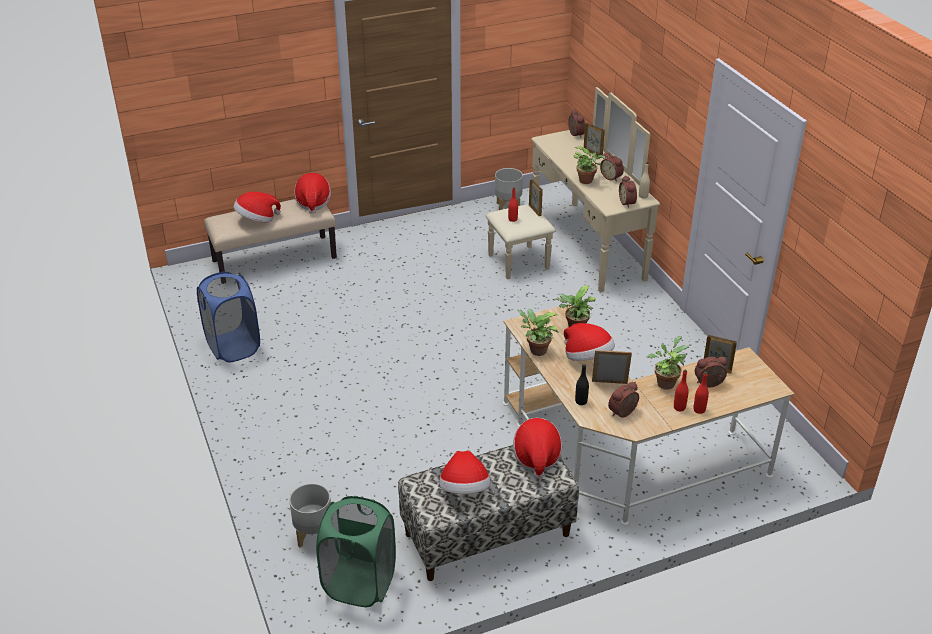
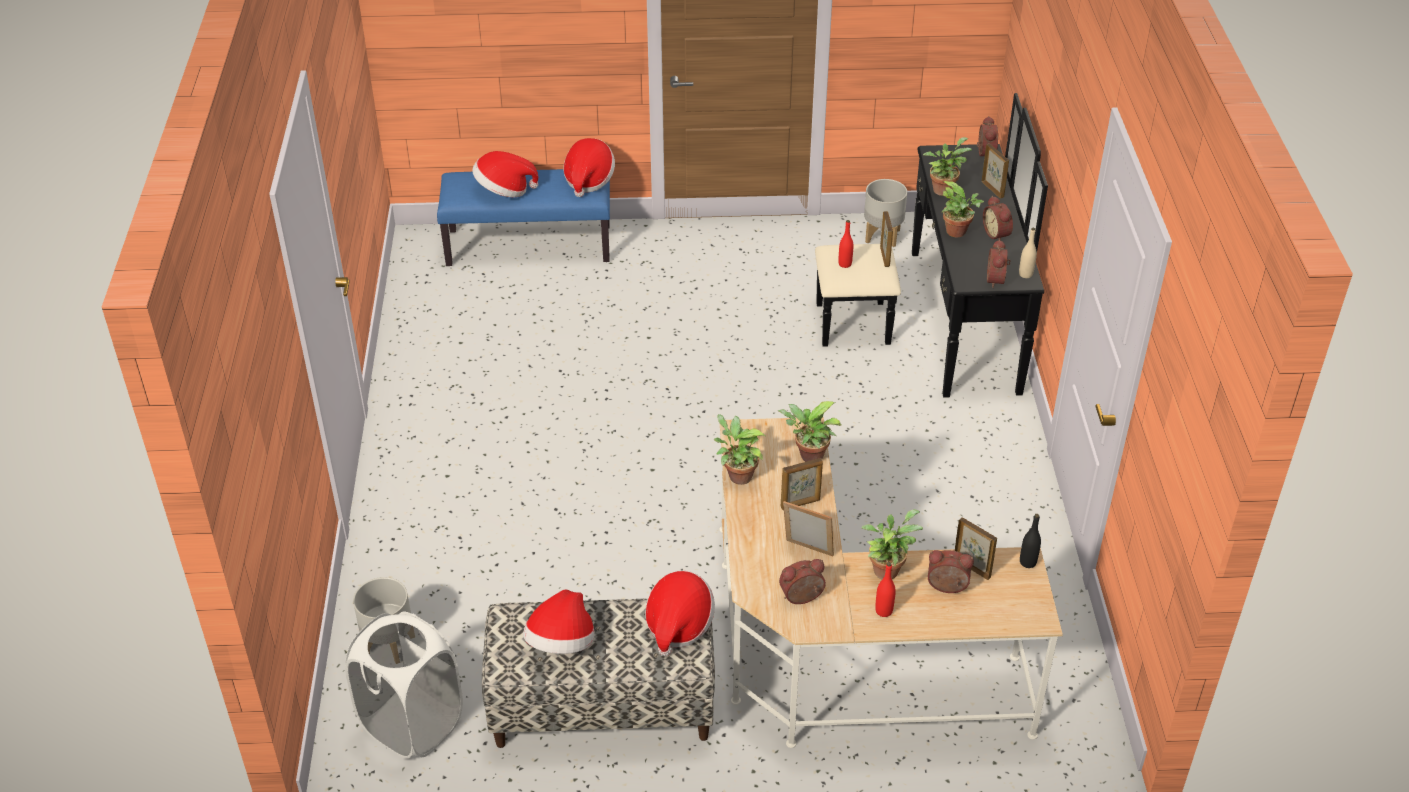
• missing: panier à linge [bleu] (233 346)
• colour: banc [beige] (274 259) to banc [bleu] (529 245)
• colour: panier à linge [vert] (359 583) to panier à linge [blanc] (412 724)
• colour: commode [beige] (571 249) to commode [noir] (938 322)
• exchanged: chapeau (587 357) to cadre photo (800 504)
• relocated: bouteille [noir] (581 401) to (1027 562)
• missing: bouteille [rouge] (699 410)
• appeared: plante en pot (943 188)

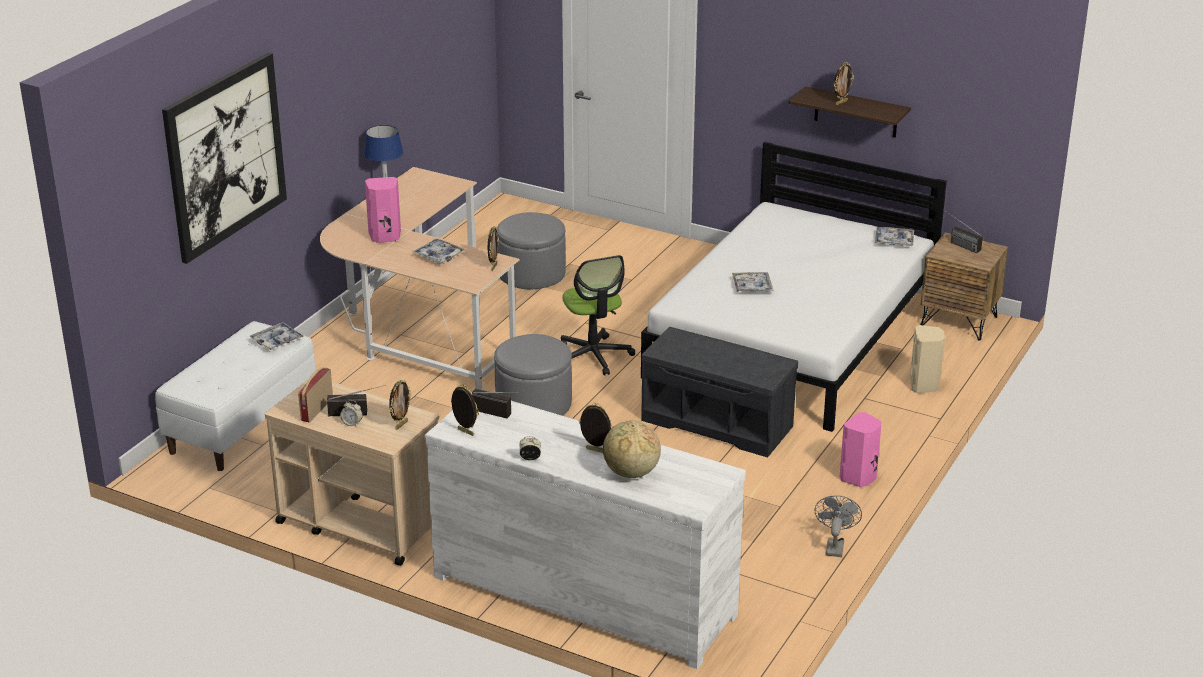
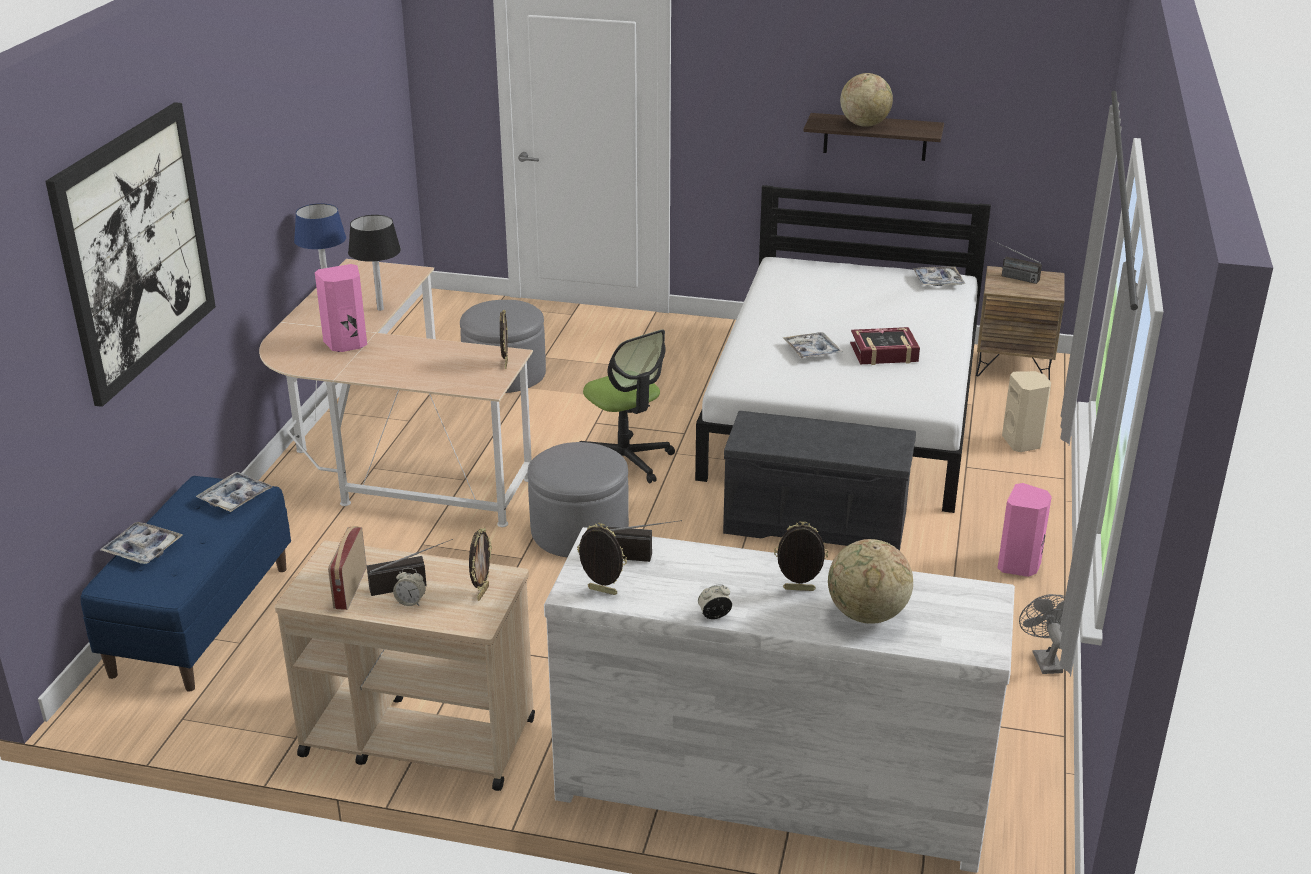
• colour: banc [blanc] (242 425) to banc [bleu] (201 619)
• relocated: plateau (439 256) to (143 549)
• exchanged: cadre photo (841 102) to globe (864 124)
• appeared: lampe de table [noir] (380 309)
• appeared: livre (884 353)

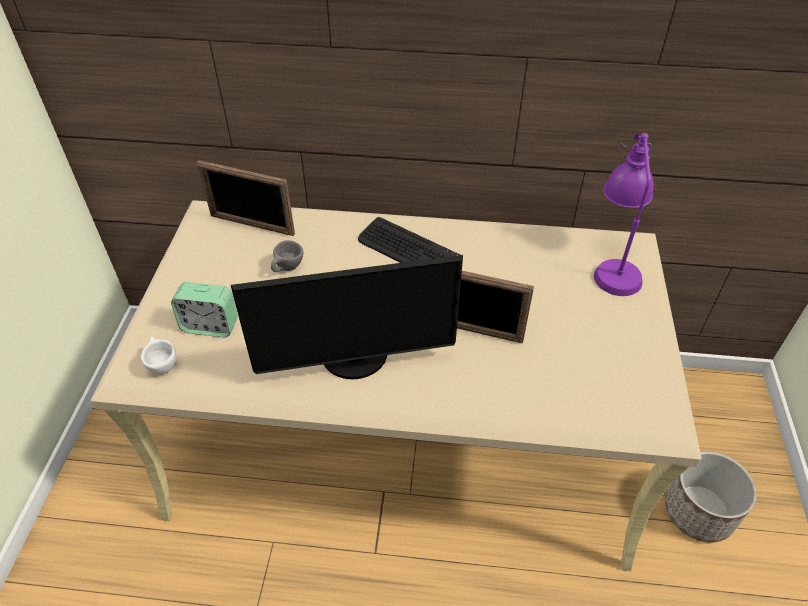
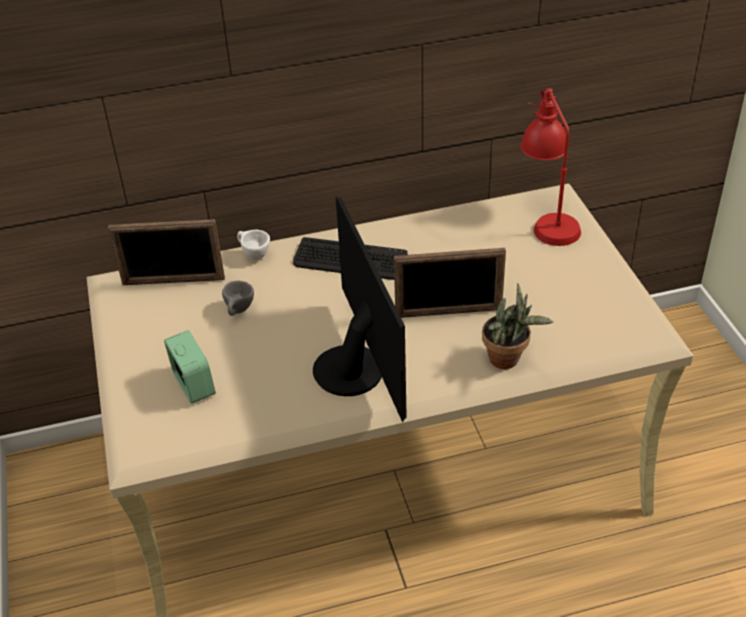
• relocated: tasse [blanc] (162 365) to (253 255)
• spun: réveil (210 326) = (193 385) 105 degrees counterclockwise
• spun: écran d'ordinateur (355 358) = (356 369) 75 degrees counterclockwise
• colour: lampe de table [violet] (613 264) to lampe de table [rouge] (546 219)
• missing: cache-pot (699 511)
• appeared: plante en pot (509 360)

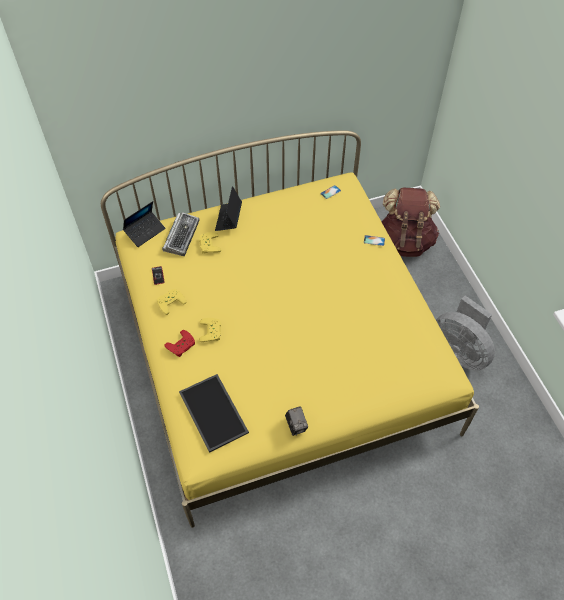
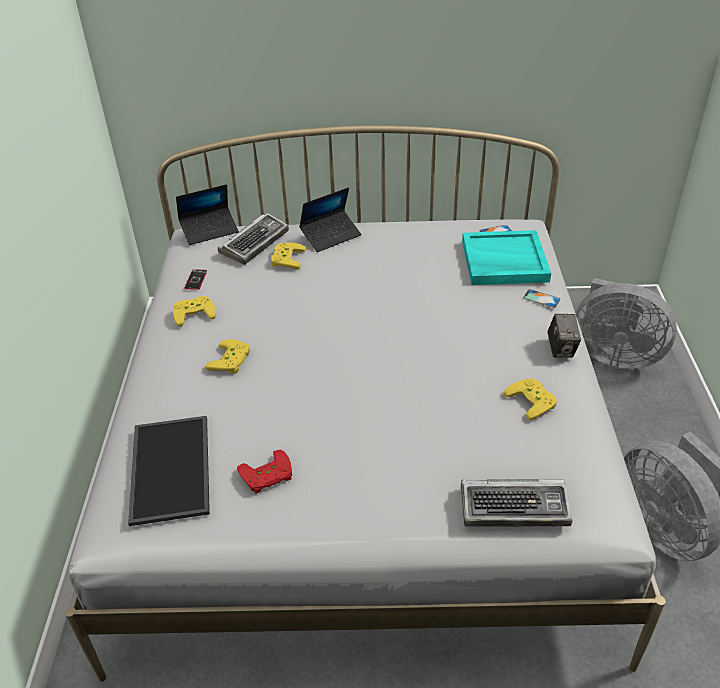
• colour: lit [jaune] (282 351) to lit [blanc] (364 457)
• relocated: manette [rouge] (182 346) to (267 476)
• spun: ordinateur portable (228 219) = (331 236) 150 degrees counterclockwise
• relocated: appareil photo (296 425) to (561 349)
• exchanged: sac à dos [marron] (405 241) to ventilateur [gris] (614 354)
• appeared: clavier (515 507)
• appeared: plateau [turquoise] (503 261)
• appeared: manette [jaune] (533 400)

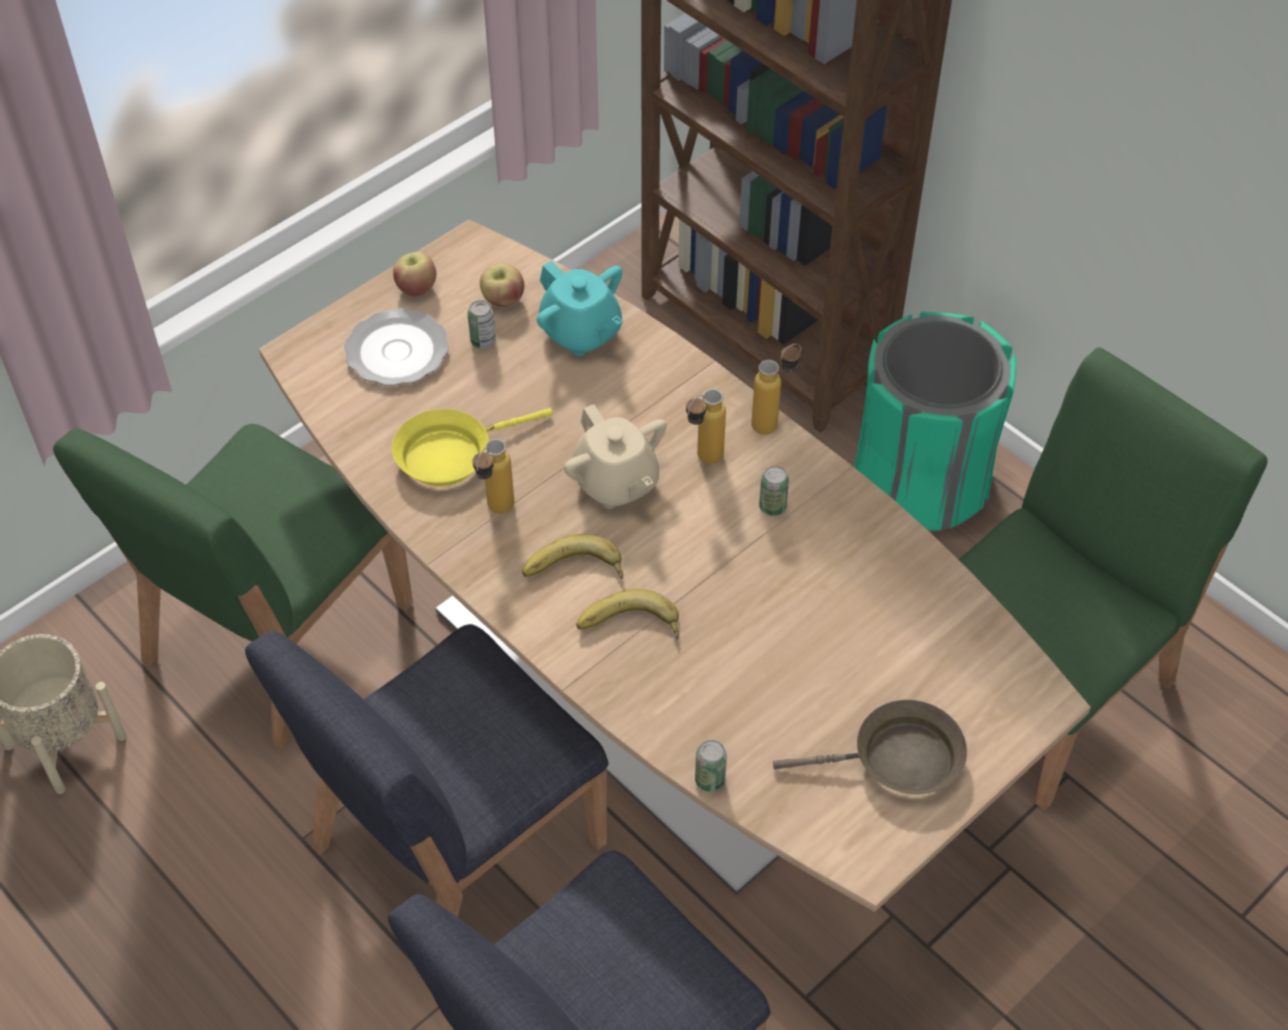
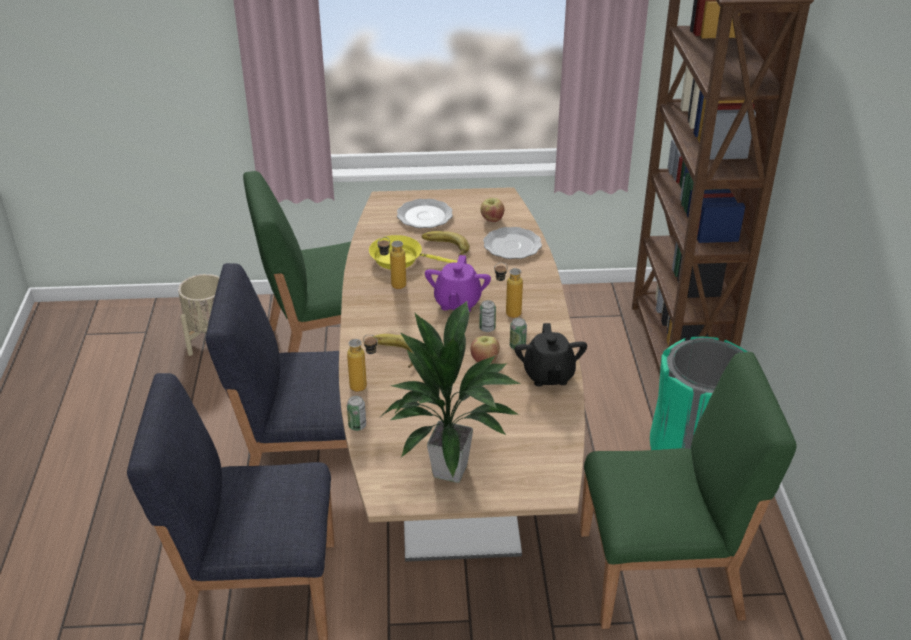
• relocated: pomme (416 288) to (484 359)
• relocated: boîte métallique (483 341) to (487 328)
• relocated: banane (574 572) to (444 247)
• exchanged: théière [turquoise] (581 333) to assiette (511 245)
• colour: théière [beige] (616 483) to théière [violet] (457 302)
• relocated: bouteille (773 421) to (365 388)
• exchanged: poêle [marron] (898 760) to plante en pot (451 469)
• appeared: théière [noir] (548 375)

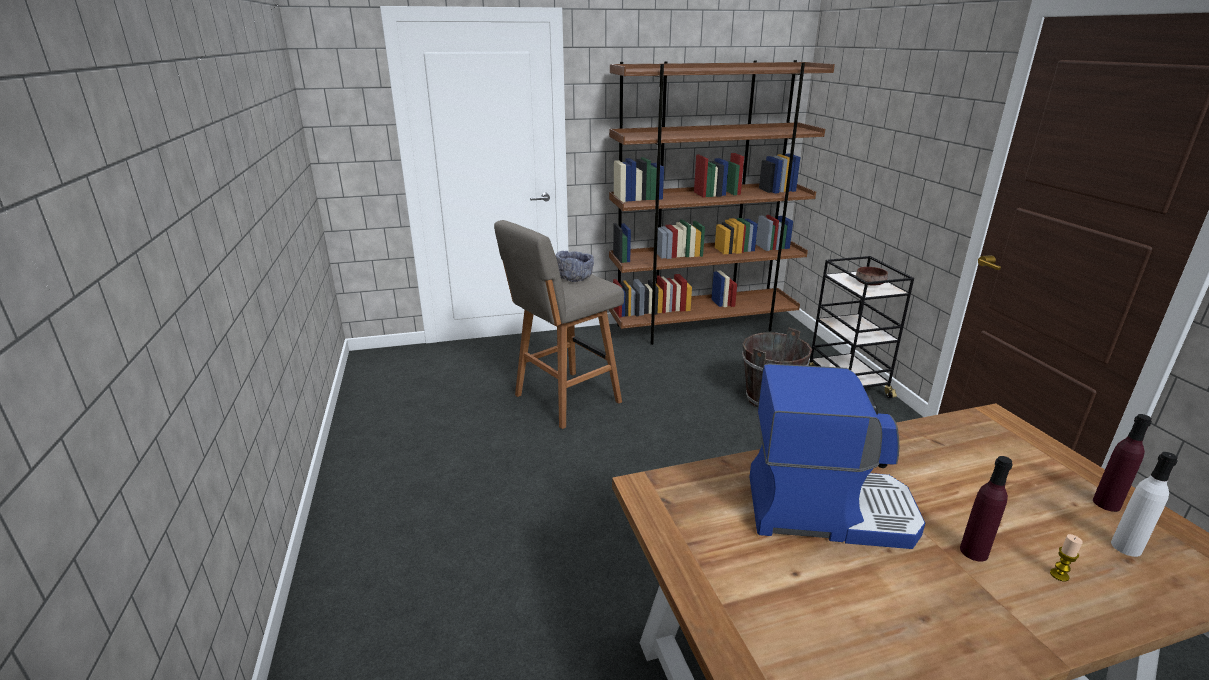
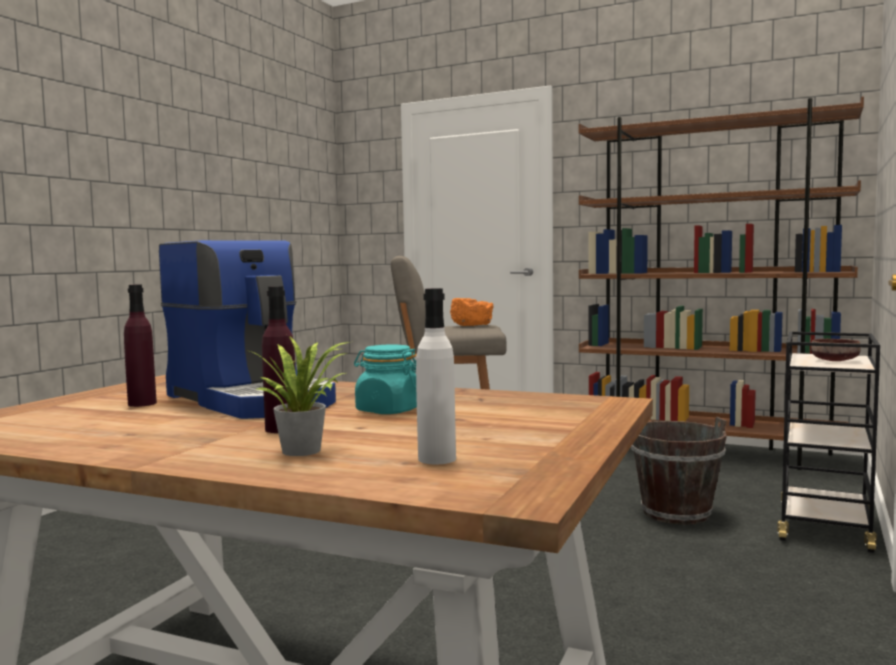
• colour: bol [gris] (574 277) to bol [orange] (471 325)
• exchanged: bougie (1059 575) to plante en pot (305 449)
• relocated: bouteille [violet] (1106 503) to (142 404)
• appeared: bocal [turquoise] (388 410)

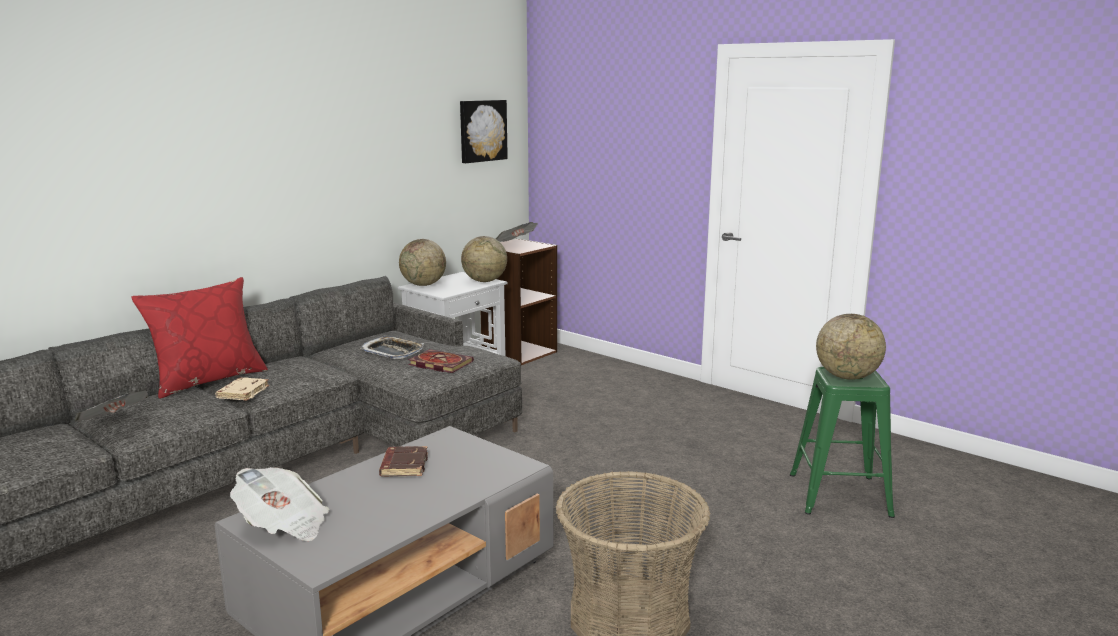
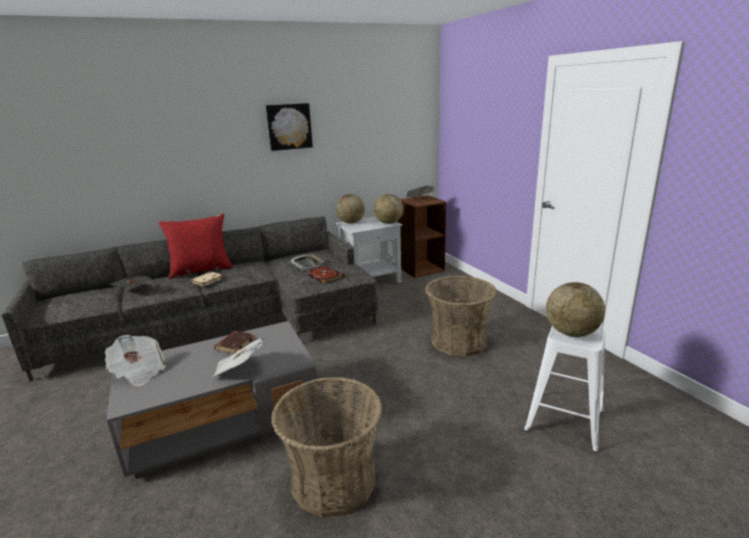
• relocated: tableau (482 130) to (289 126)
• colour: tabouret [vert] (840 494) to tabouret [blanc] (565 420)
• appeared: journal (239 369)
• appeared: panier (459 341)

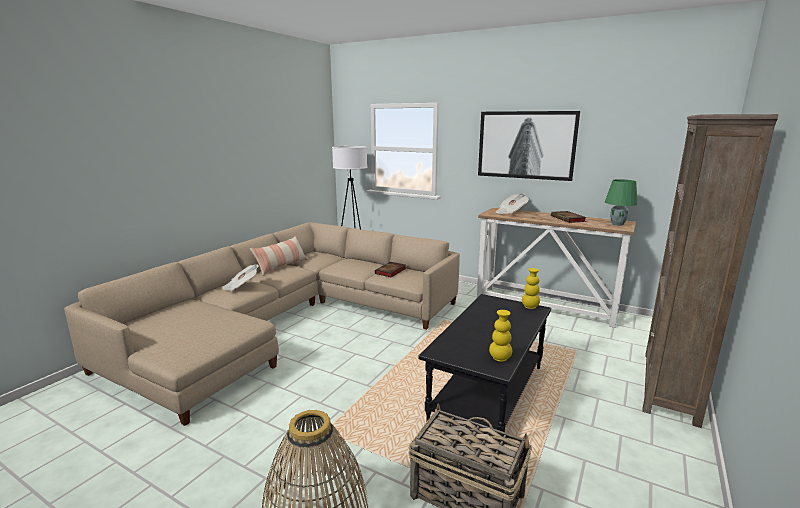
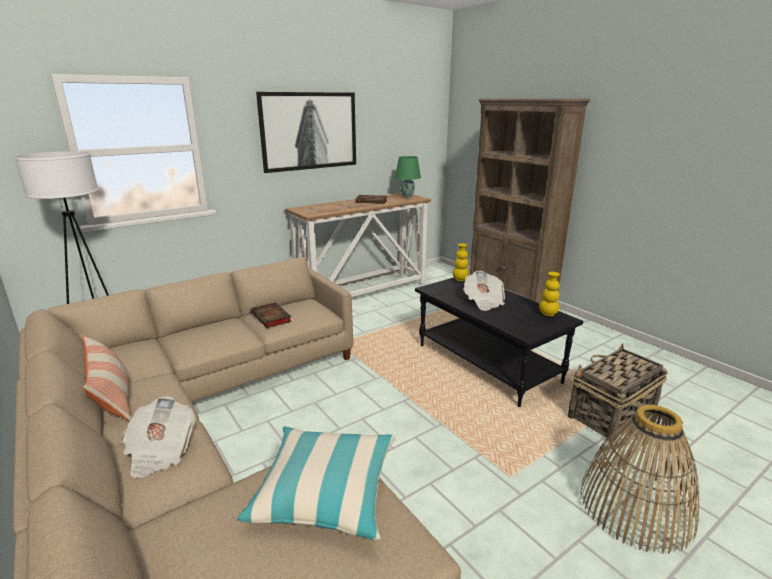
• relocated: journal (511 212) to (483 301)
• appeared: coussin (325 491)

